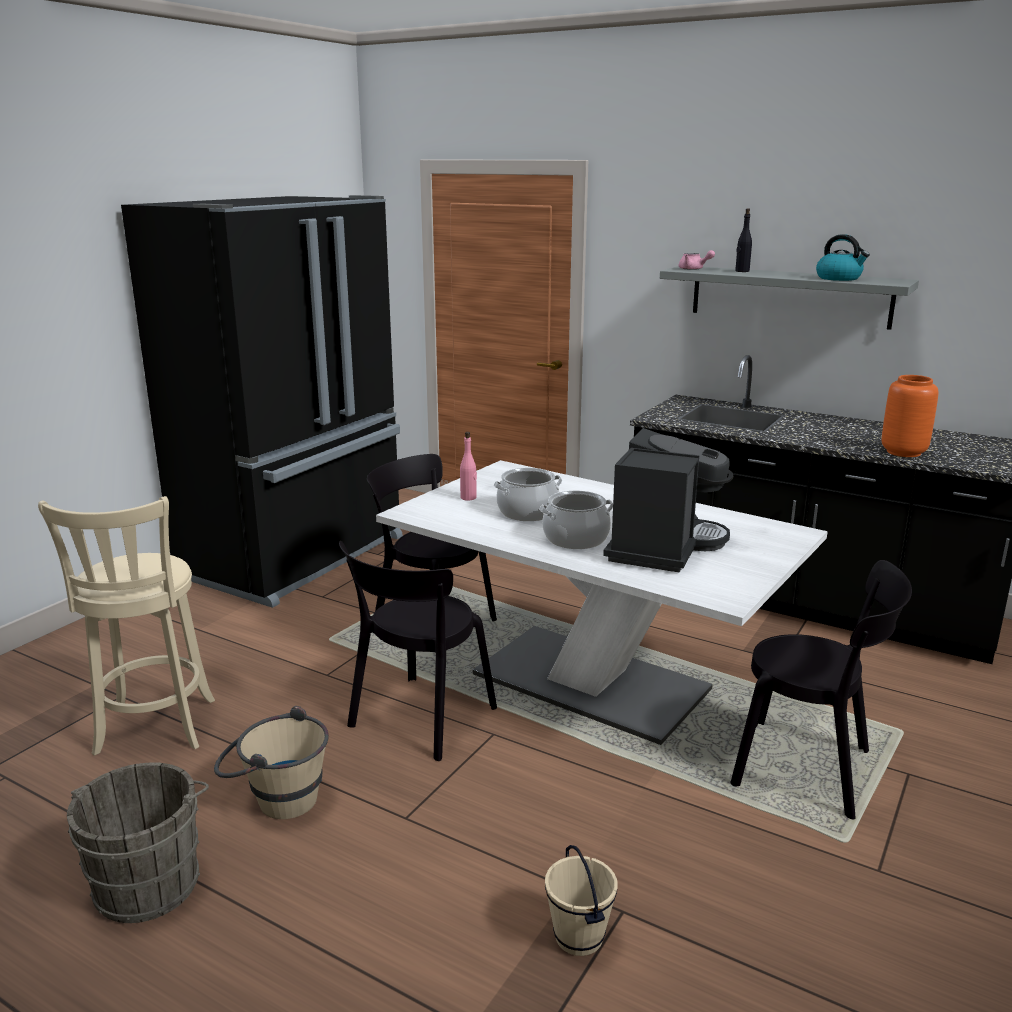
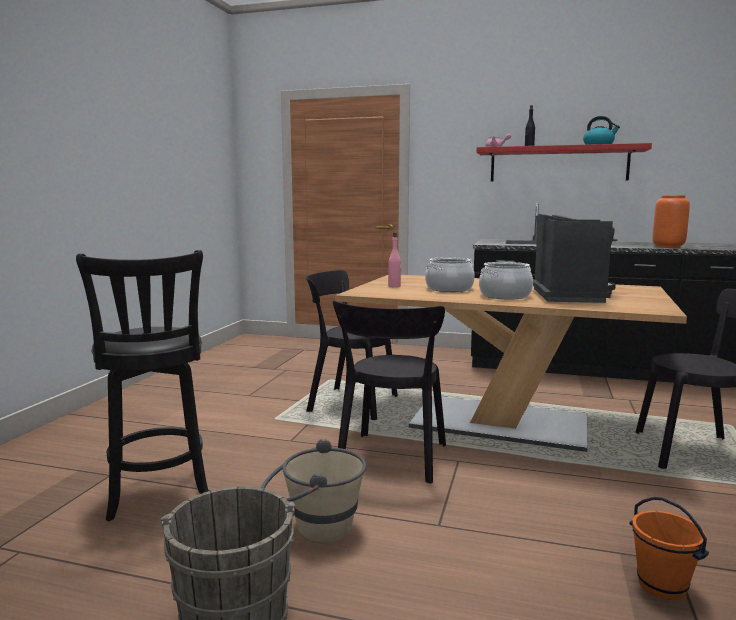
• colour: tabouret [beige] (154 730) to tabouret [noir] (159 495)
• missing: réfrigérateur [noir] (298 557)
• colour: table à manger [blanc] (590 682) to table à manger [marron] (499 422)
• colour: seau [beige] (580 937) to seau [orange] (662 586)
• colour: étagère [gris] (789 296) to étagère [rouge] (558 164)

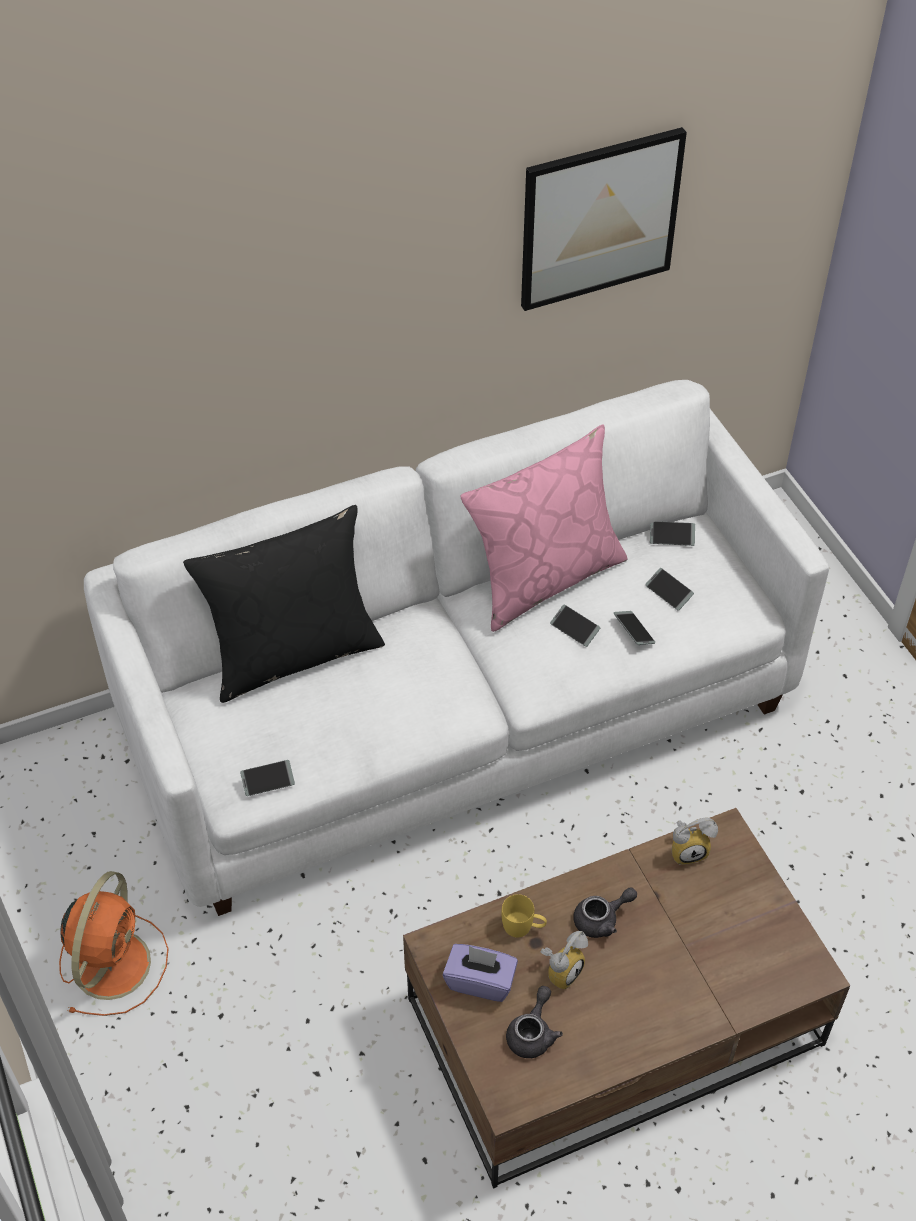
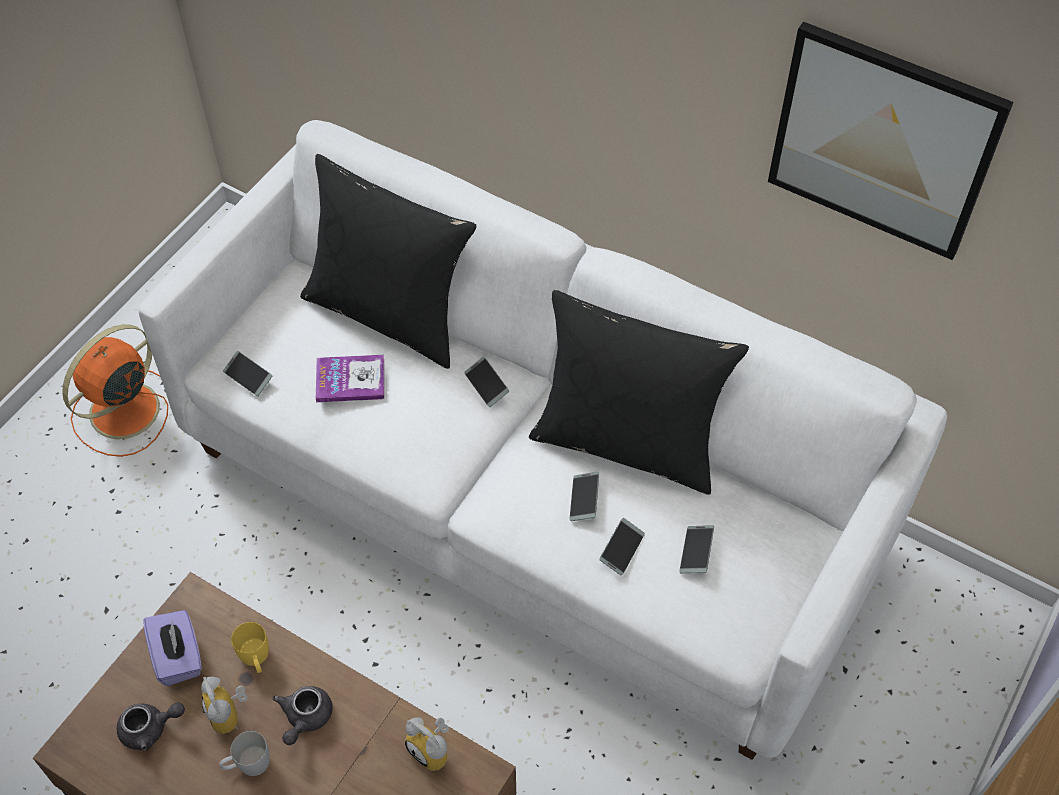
• spun: ventilateur [orange] (113 961) = (122 412) 150 degrees clockwise
• colour: coussin [rose] (544 578) to coussin [noir] (628 441)
• spun: réveil (561 969) = (230 715) 60 degrees clockwise
• spun: théière [gris] (602 919) = (305 718) 75 degrees clockwise
• relocated: téléphone (672 537) to (486 385)
• appeared: mug [blanc] (247 764)
• appeared: livre (350 380)

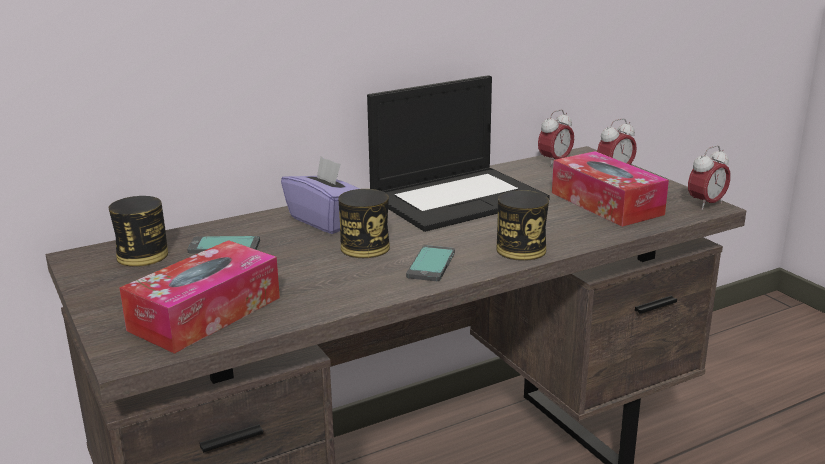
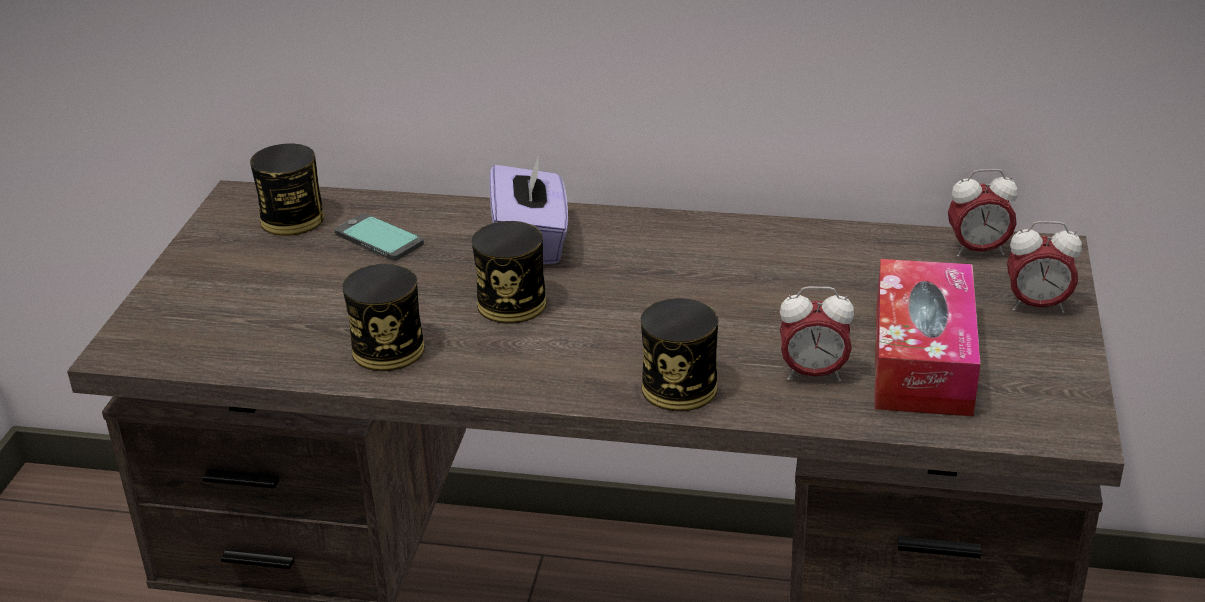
• missing: boîte à mouchoirs (205 313)
• missing: ordinateur portable (458 198)
• missing: téléphone (431 265)
• relocated: réveil (706 204) to (813 374)
• appeared: boîte métallique (388 349)

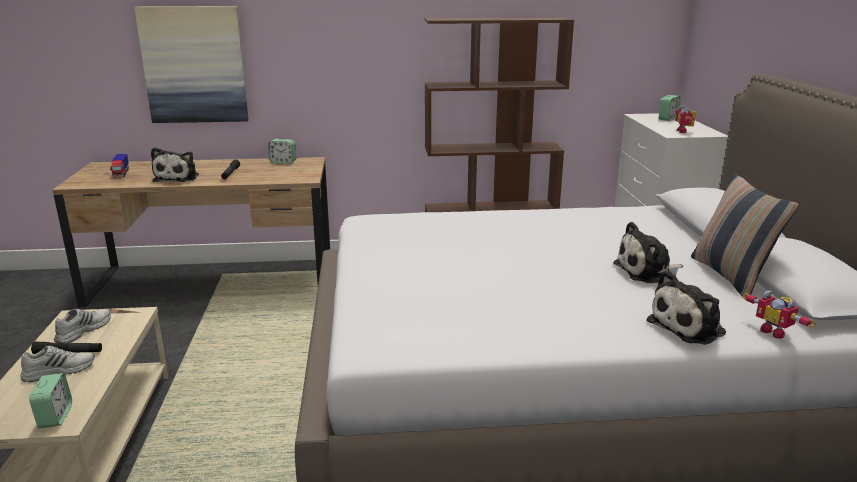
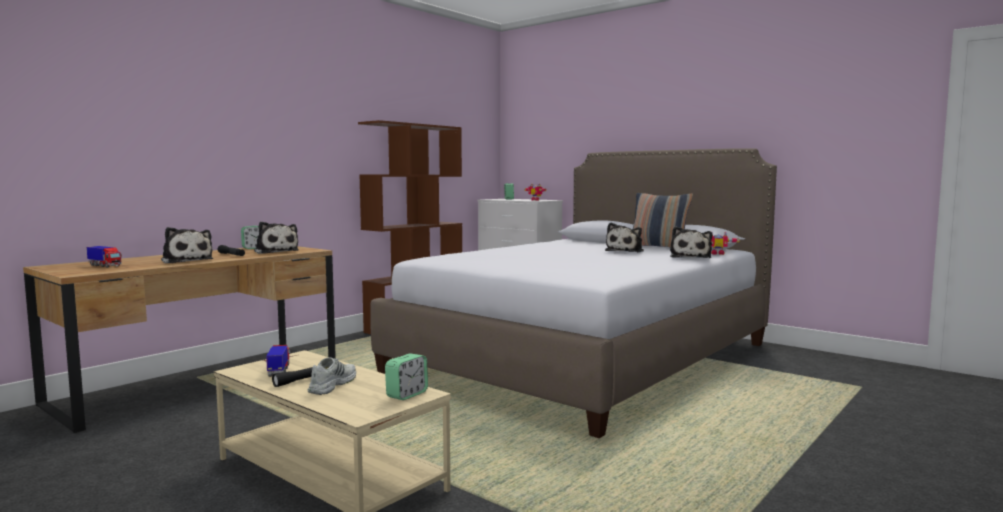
• spun: réveil (55 417) = (407 394) 90 degrees clockwise
• exchanged: chaussure [blanc] (83 330) to camion jouet (279 370)
• missing: tableau (194 65)
• appeared: peluche (275 252)

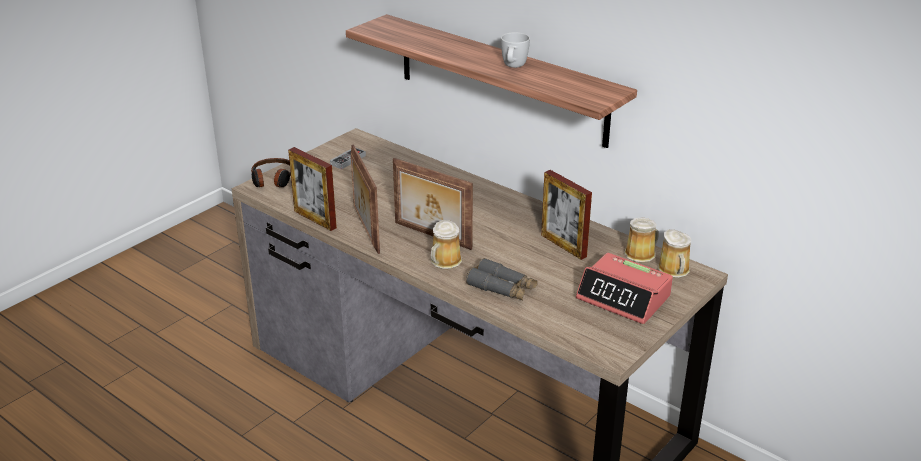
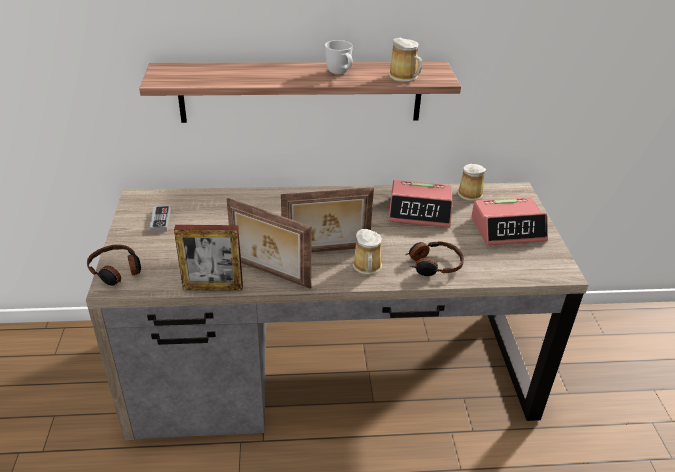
• exchanged: jumelles [gris] (502 288) to casque audio (433 265)
• exchanged: cadre photo (563 246) to réveil (420 211)
• relocated: mug (674 271) to (405 77)

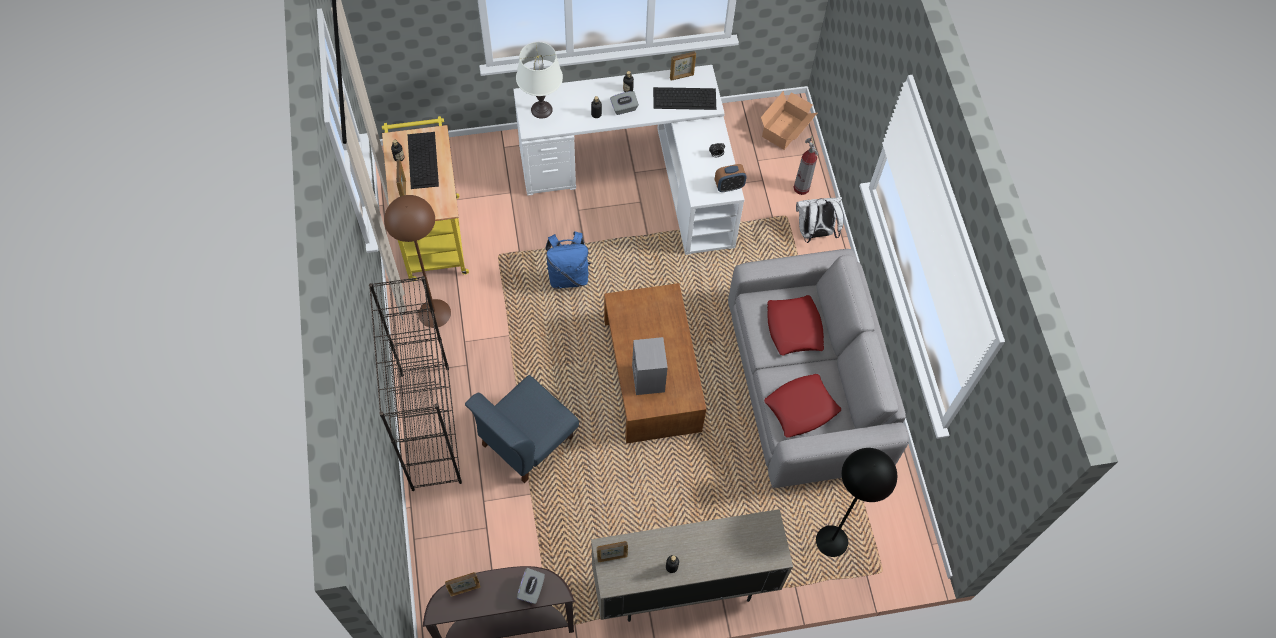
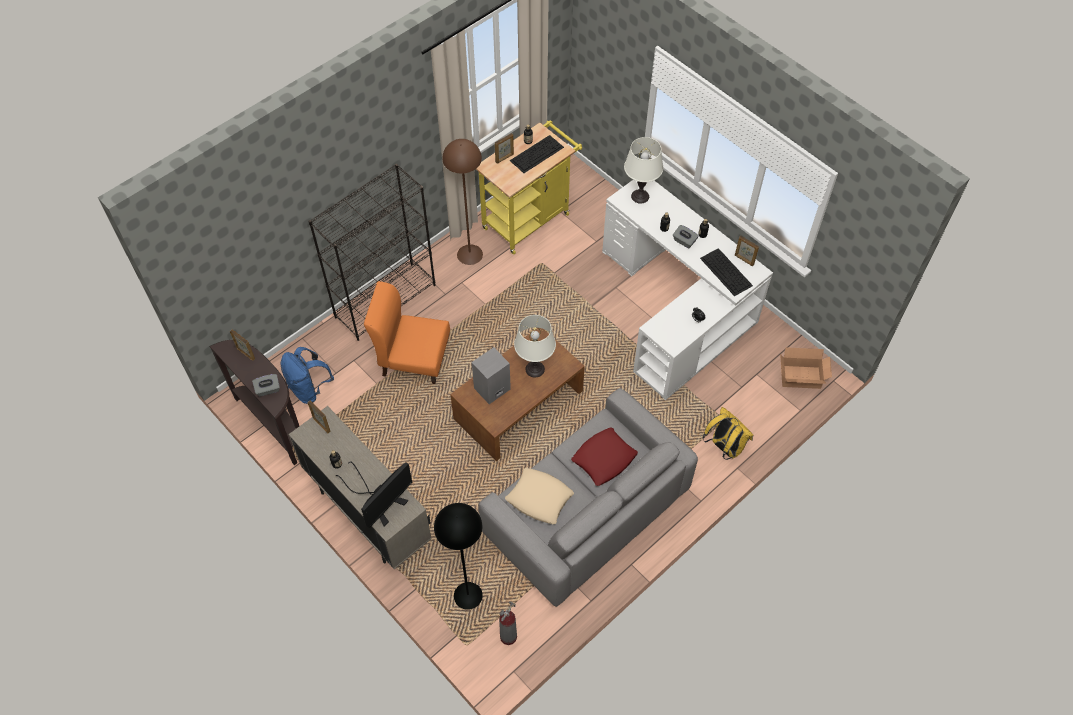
• colour: chaise [bleu] (526 441) to chaise [orange] (413 359)
• relocated: sac à dos [bleu] (568 275) to (309 389)
• missing: réveil (729 186)
• colour: coussin [rouge] (801 408) to coussin [beige] (539 498)
• relocated: extincteur (801 188) to (508 637)
• colour: sac à dos [blanc] (814 233) to sac à dos [jaune] (724 447)
• appeared: écran d'ordinateur (380 500)
• appeared: lampe de table [blanc] (535 369)

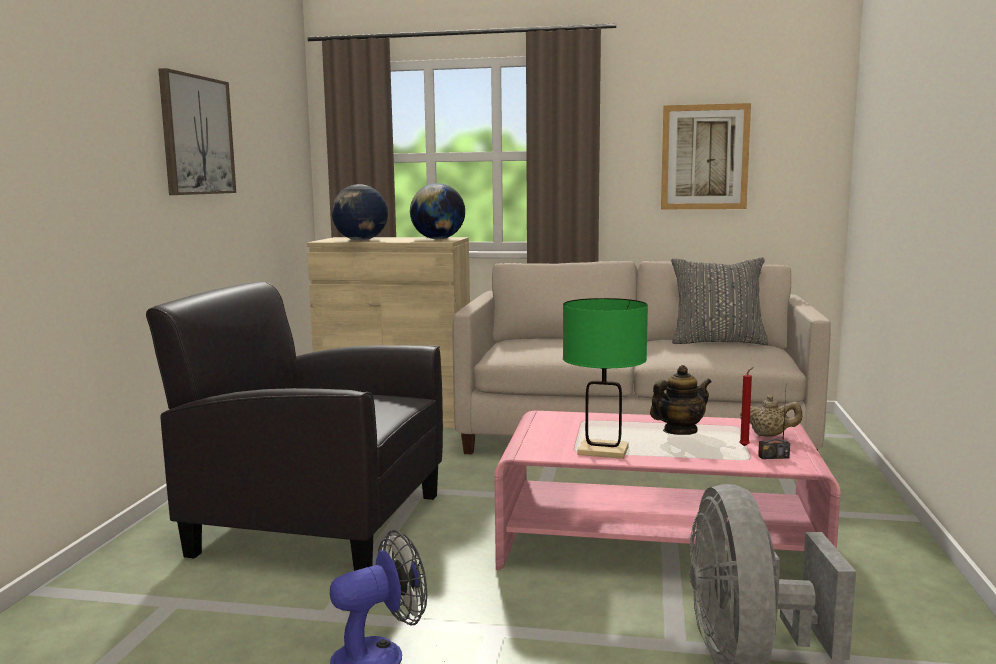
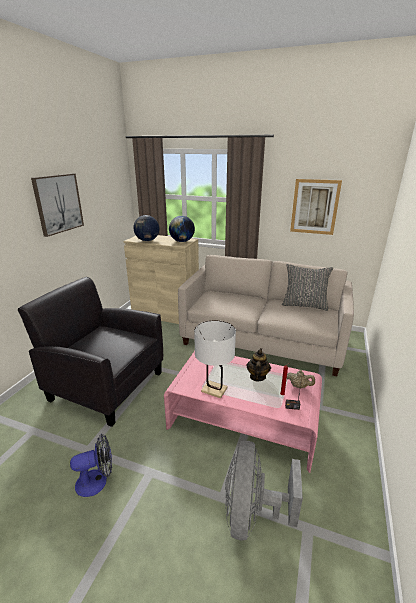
• colour: lampe de table [vert] (603 451) to lampe de table [blanc] (214 390)
• spun: théière (679 431) = (257 376) 60 degrees counterclockwise

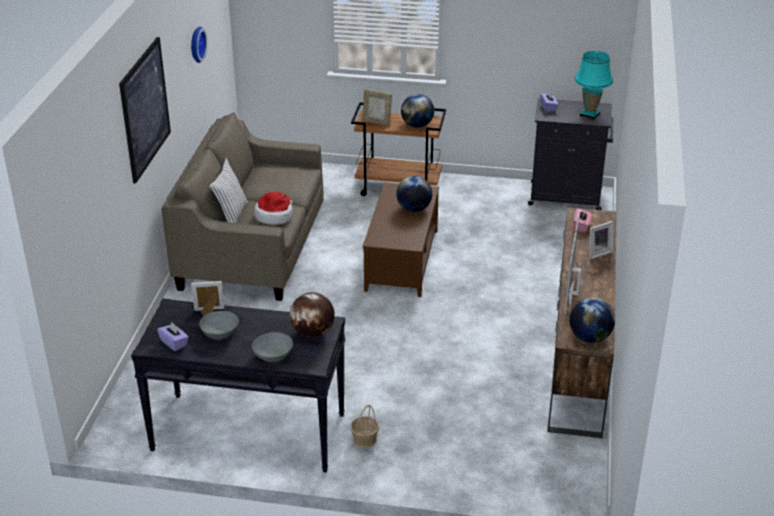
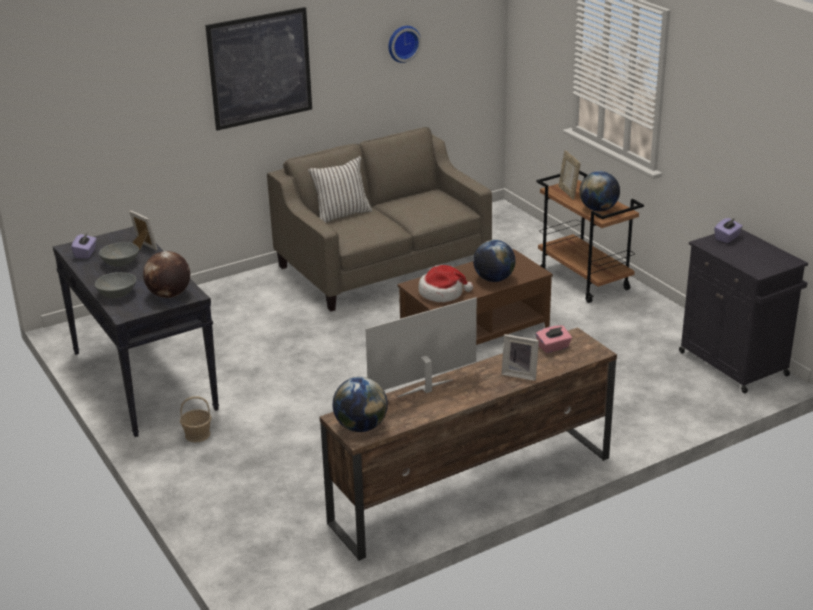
• relocated: chapeau (274 216) to (442 293)
• missing: lampe de table [turquoise] (589 114)

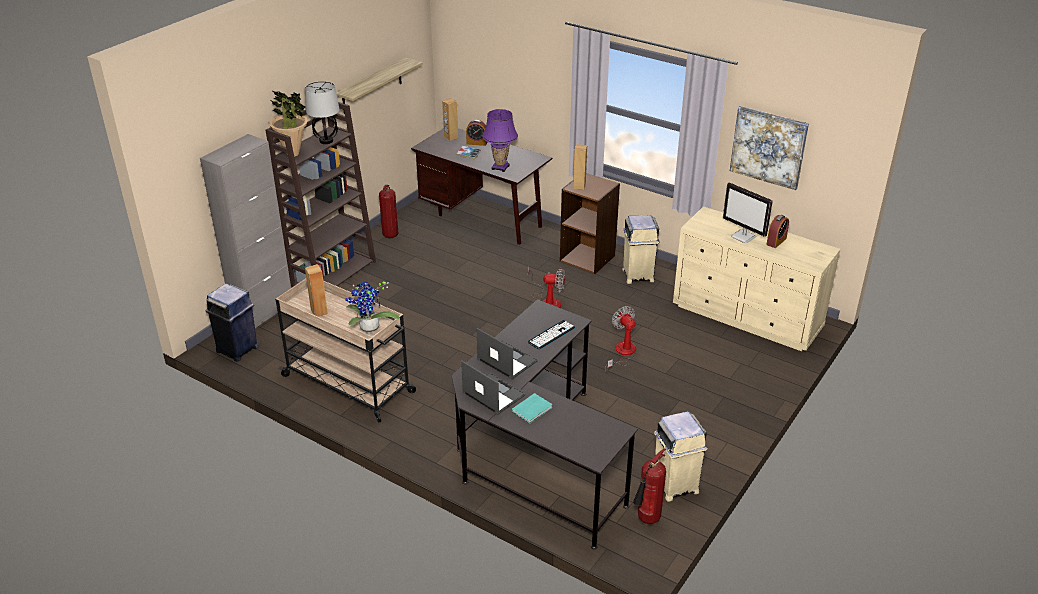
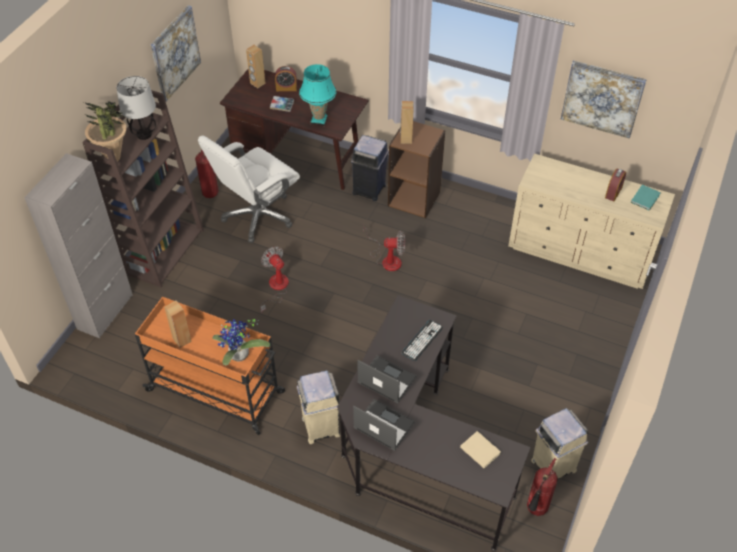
• relocated: poubelle [bleu] (238 349) to (369 189)
• colour: chariot [beige] (349 384) to chariot [orange] (217 392)
• exchanged: étagère (372 86) to tableau (175 53)
• colour: lampe de table [violet] (500 167) to lampe de table [turquoise] (319 120)
• relocated: livre [turquoise] (533 409) to (646 198)
• relocated: ventilateur (622 353) to (276 288)
• relocated: poubelle [beige] (638 275) to (321 426)
• missing: écran d'ordinateur (744 237)
• appeared: chaise de bureau [blanc] (258 216)
• appeared: livre [beige] (480 449)

